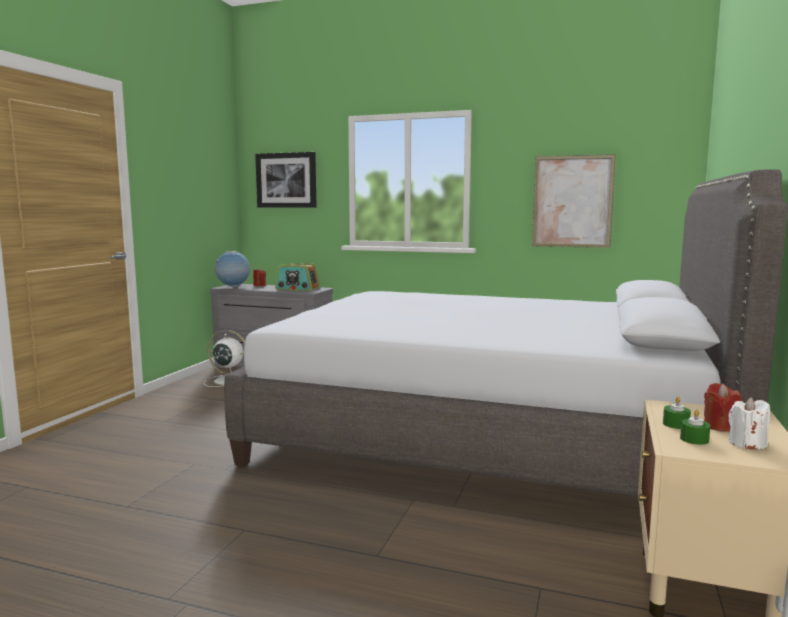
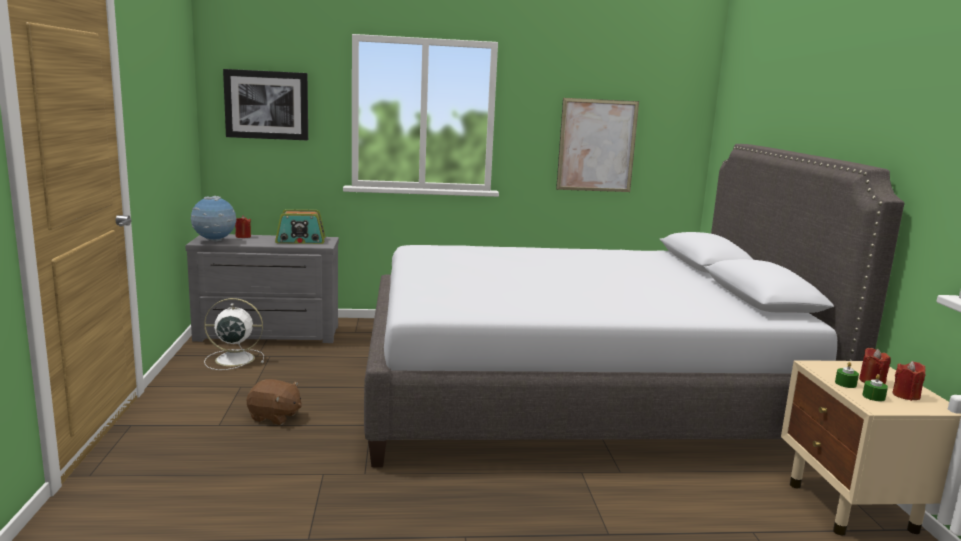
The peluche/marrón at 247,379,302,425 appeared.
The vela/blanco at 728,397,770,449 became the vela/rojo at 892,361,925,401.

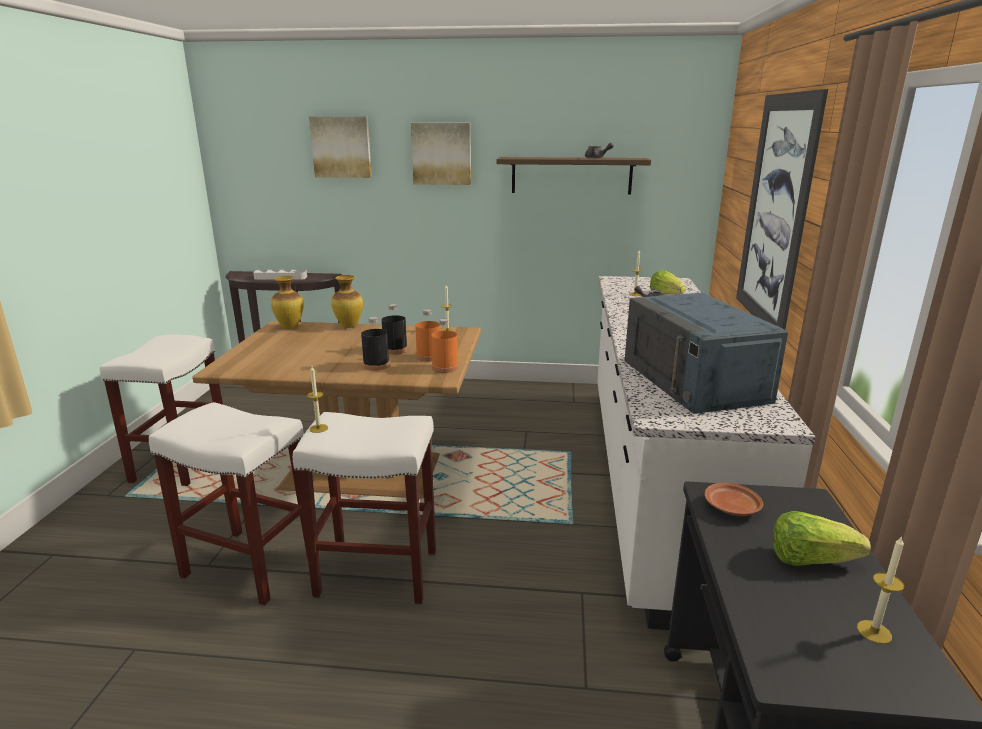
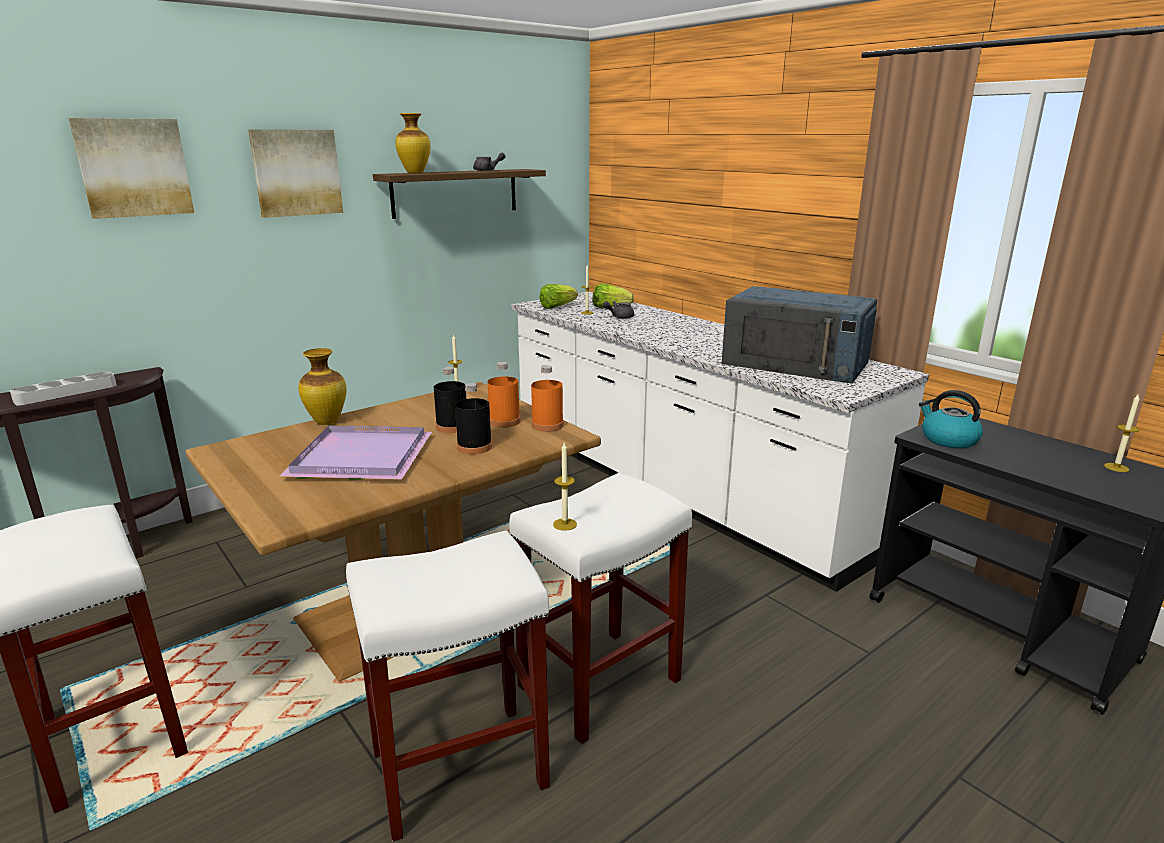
The cuadro at 736,89,828,329 disappeared.
The bandeja/morado at 279,425,432,480 appeared.
The florero moved from 271,276,304,329 to 395,113,431,174.
The lechuga moved from 773,511,871,566 to 540,284,578,309.
The plato/marrón at 704,482,763,516 was replaced by the hervidor at 919,390,983,448.

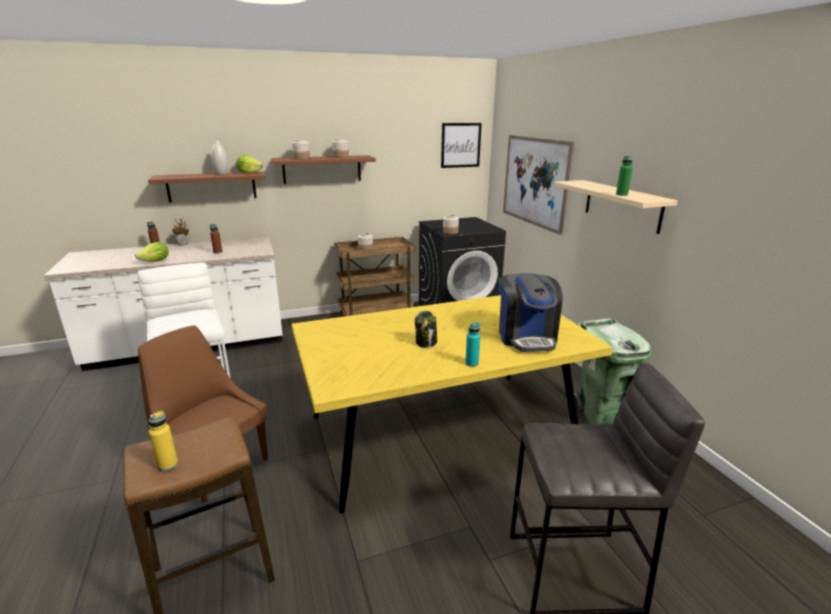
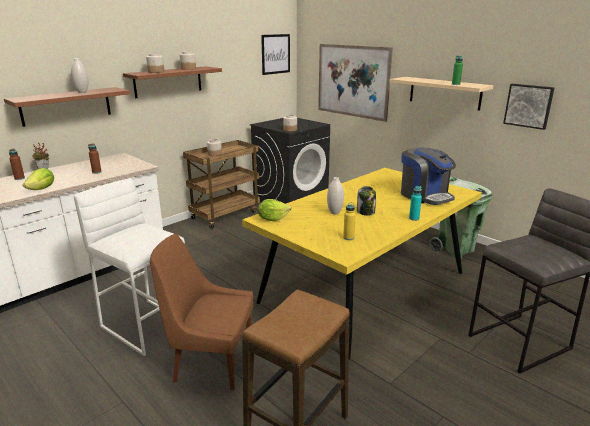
The florero/blanco at 327,177,344,215 appeared.
The cuadro at 503,84,555,130 appeared.
The botella/amarillo moved from 149,411,178,471 to 343,202,356,240.
The lechuga moved from 236,155,263,174 to 258,199,291,221.

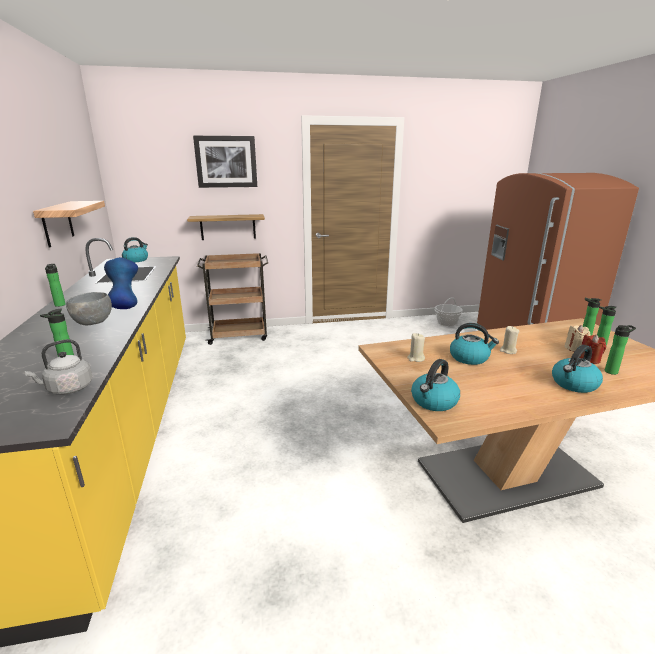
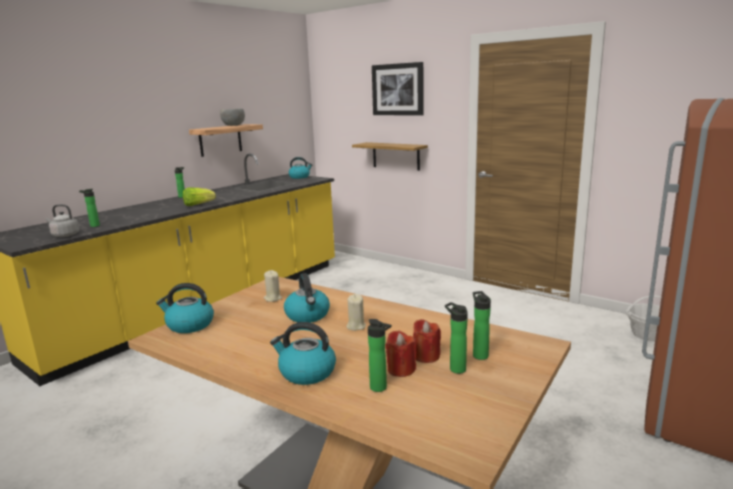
The carrito/marrón at 197,253,268,345 disappeared.
The cuenco/gris moved from 66,292,112,325 to 220,108,245,126.
The florero/azul at 104,257,138,309 was replaced by the lechuga at 183,187,216,206.
The vela/beis at 564,325,591,352 became the vela/rojo at 413,319,441,363.

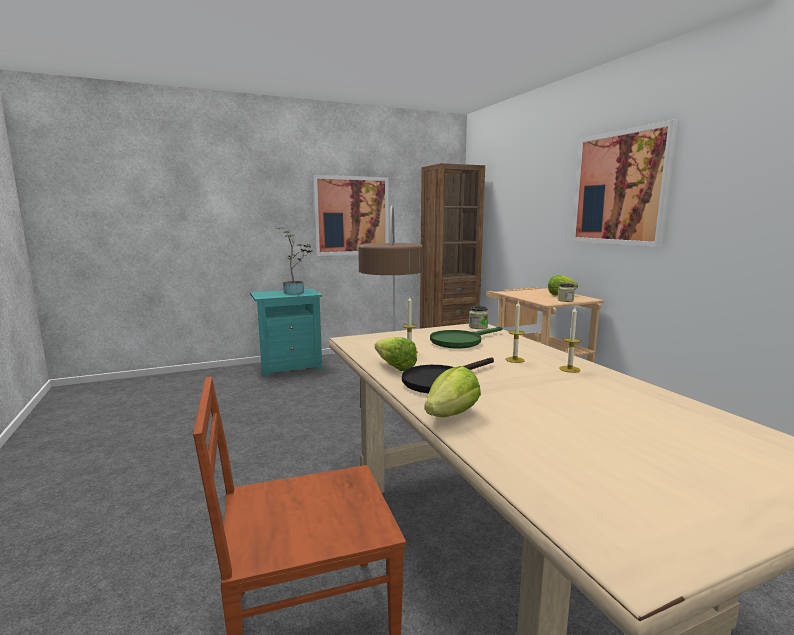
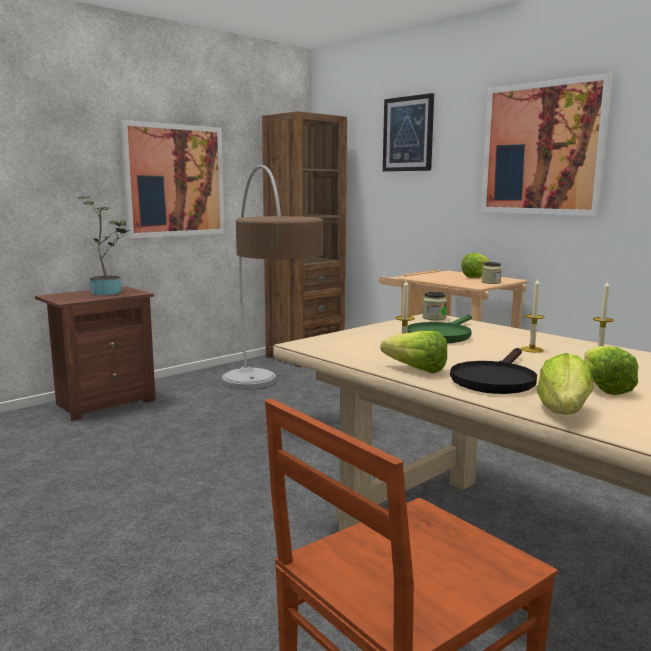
The cuadro at 383,93,434,171 appeared.
The lechuga at 584,346,639,395 appeared.
The mesita de noche/turquesa at 250,289,322,377 became the mesita de noche/marrón at 35,286,156,421.

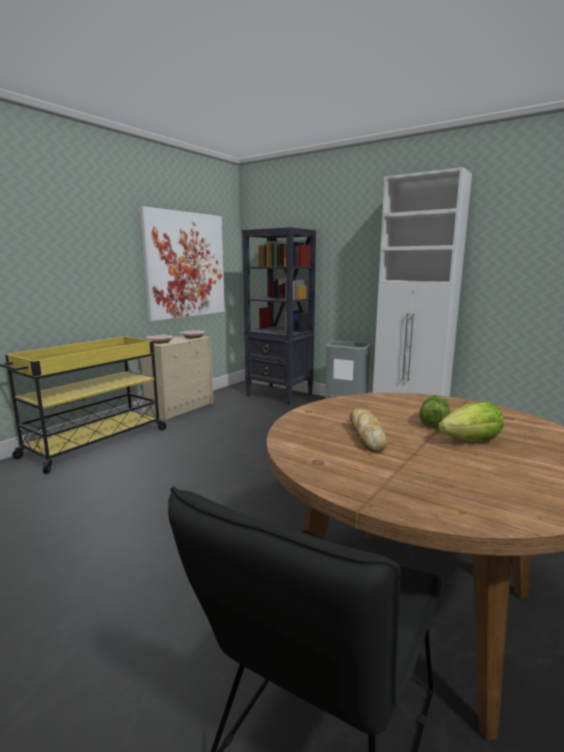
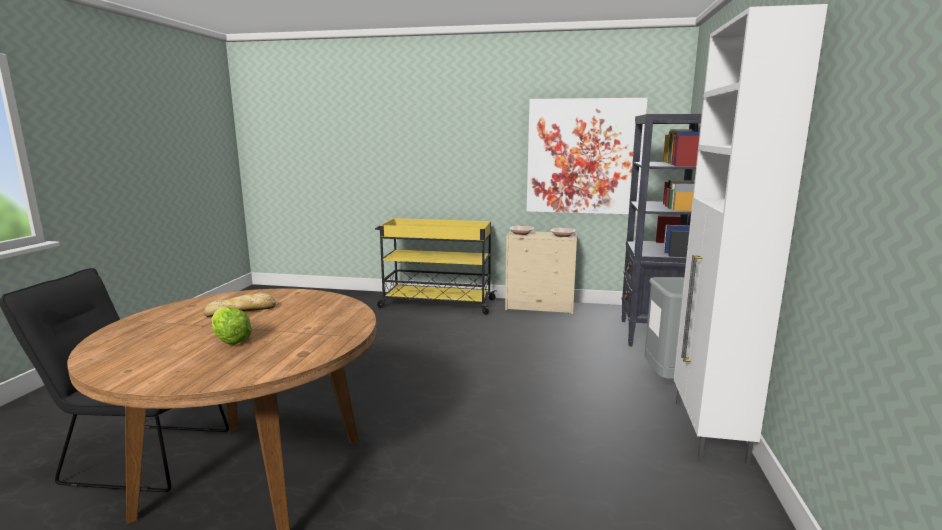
The lechuga at 419,395,450,428 disappeared.

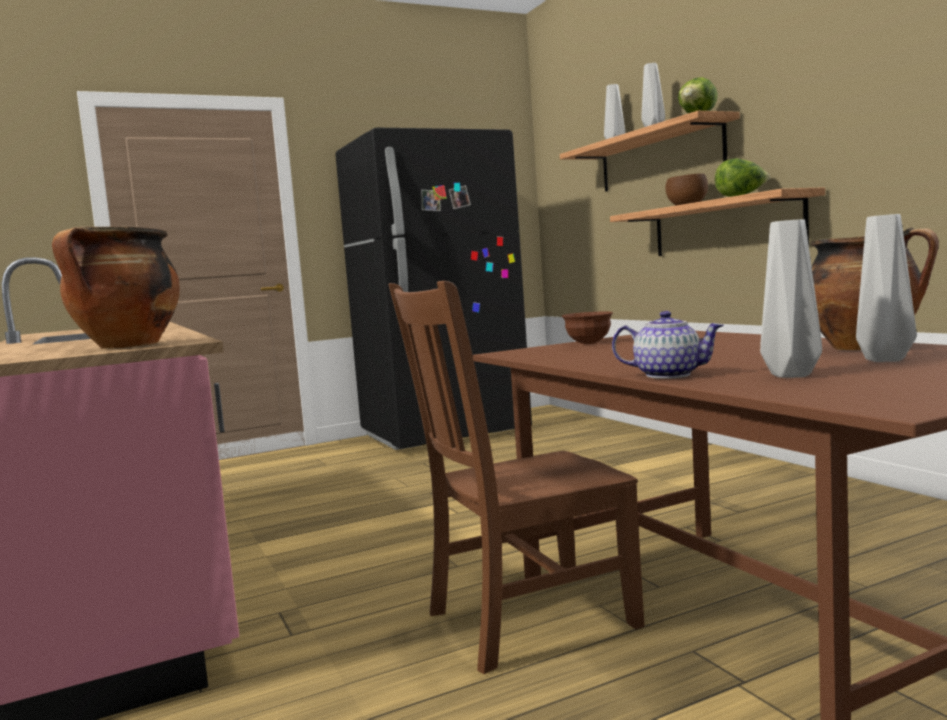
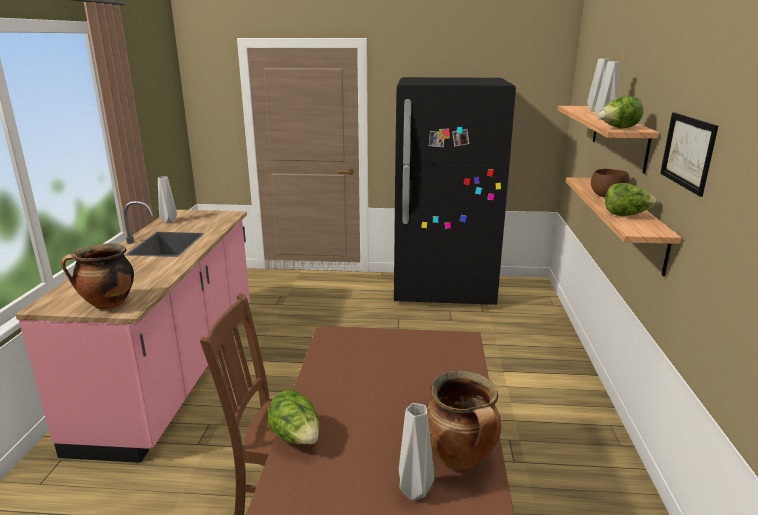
The cuenco/marrón at 562,312,613,344 disappeared.
The cuadro at 660,112,718,197 appeared.
The florero/gris moved from 760,219,822,378 to 158,176,177,223.
The tetera at 612,311,724,379 was replaced by the lechuga at 268,390,319,445.

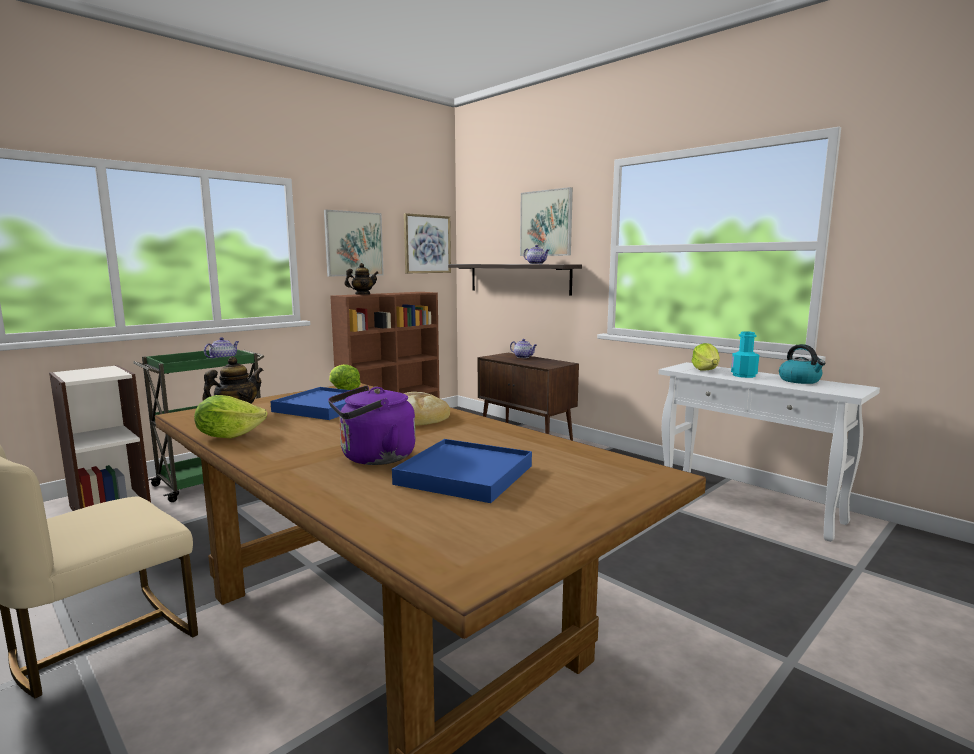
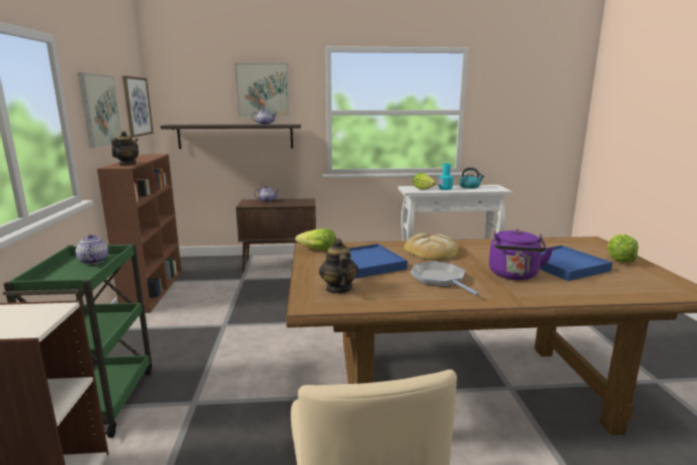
The sartén at 411,261,479,295 appeared.
The lechuga moved from 194,395,267,438 to 607,234,638,263.

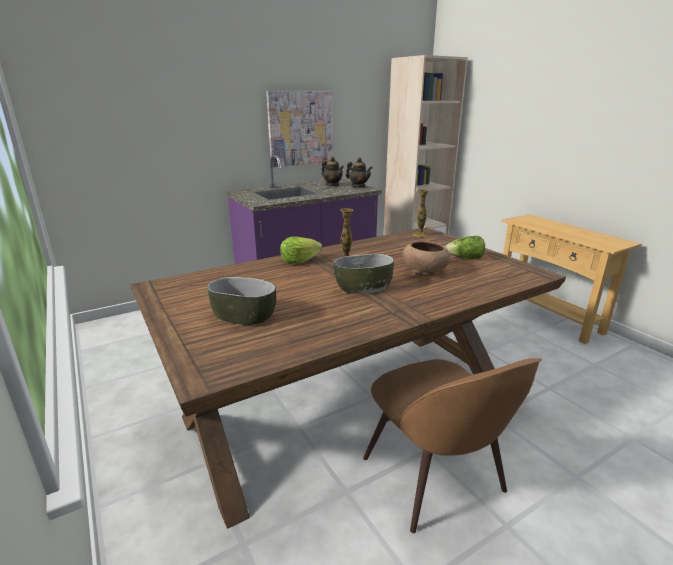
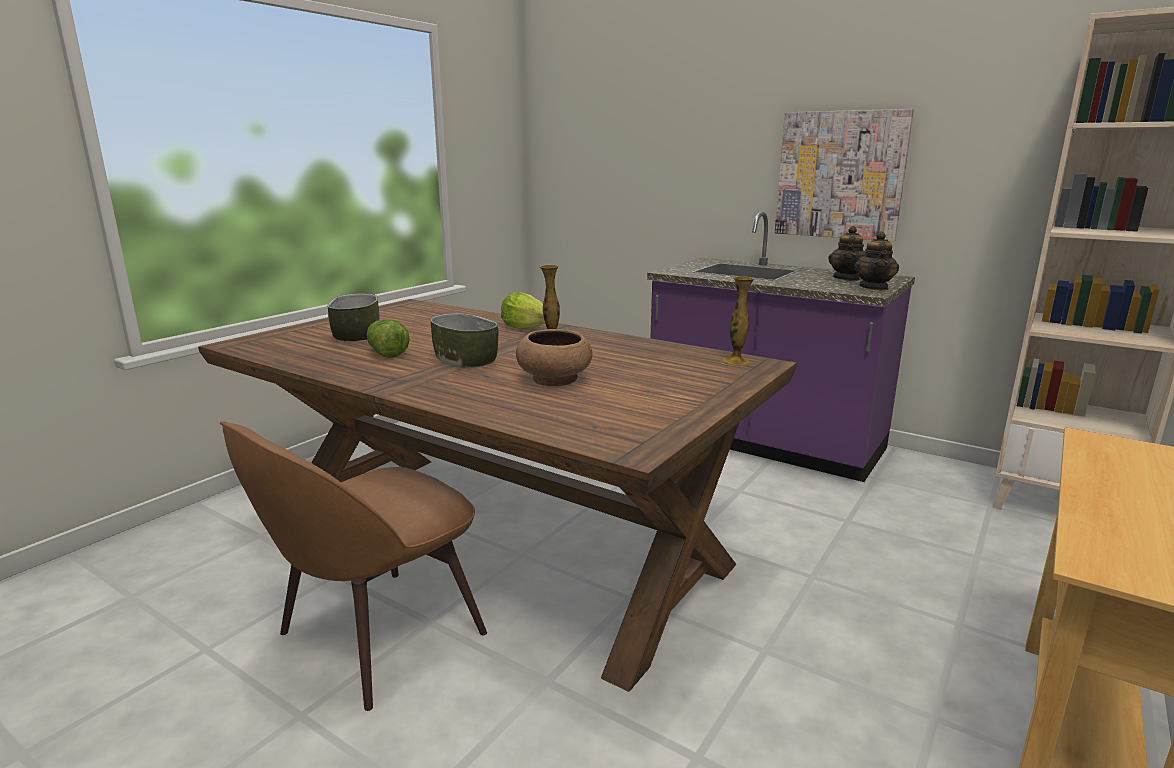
The lechuga moved from 445,236,485,259 to 367,319,410,358.

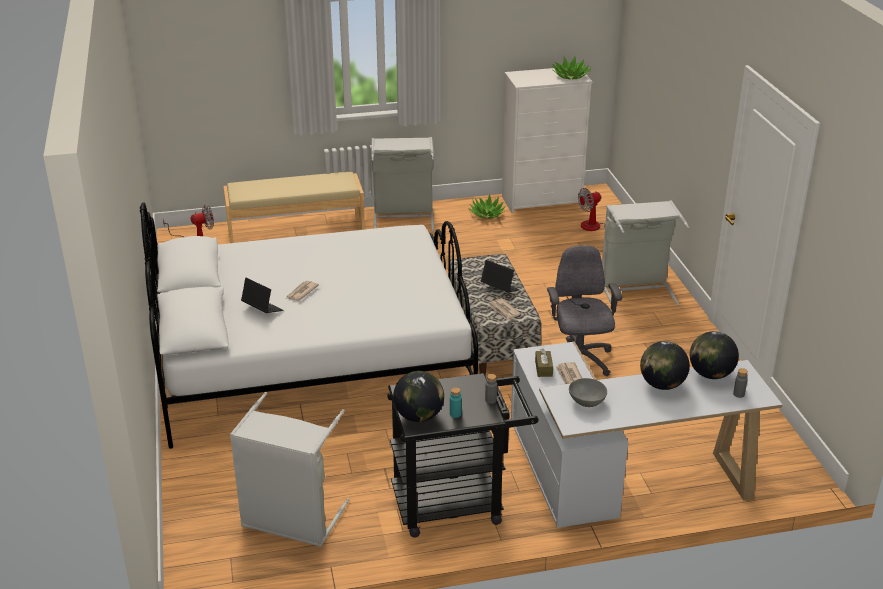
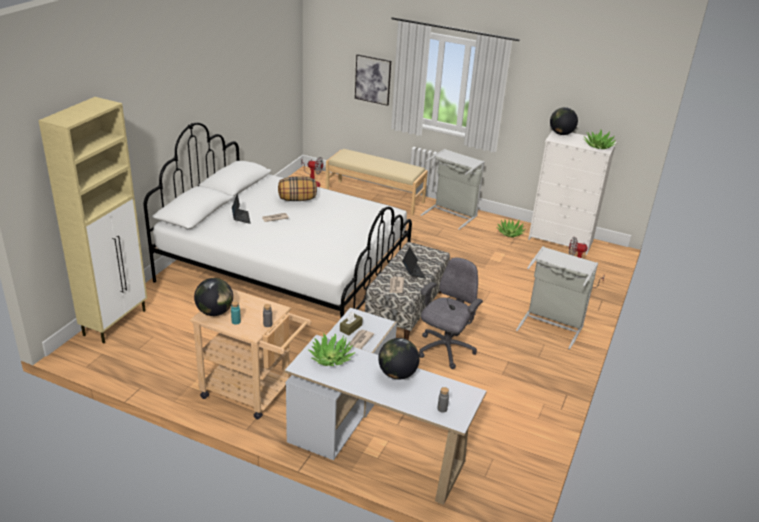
The cesto de la ropa/gris at 230,392,350,547 disappeared.
The armario/beis at 38,97,147,343 appeared.
The cojín at 278,177,317,201 appeared.
The cuadro at 355,54,391,106 appeared.
The globo terráqueo moved from 690,331,739,379 to 550,107,578,135.
The cuenco/gris at 569,378,607,407 was replaced by the planta en maceta at 309,333,355,366.
The carrito/negro at 387,373,538,538 became the carrito/beis at 190,289,311,420.

